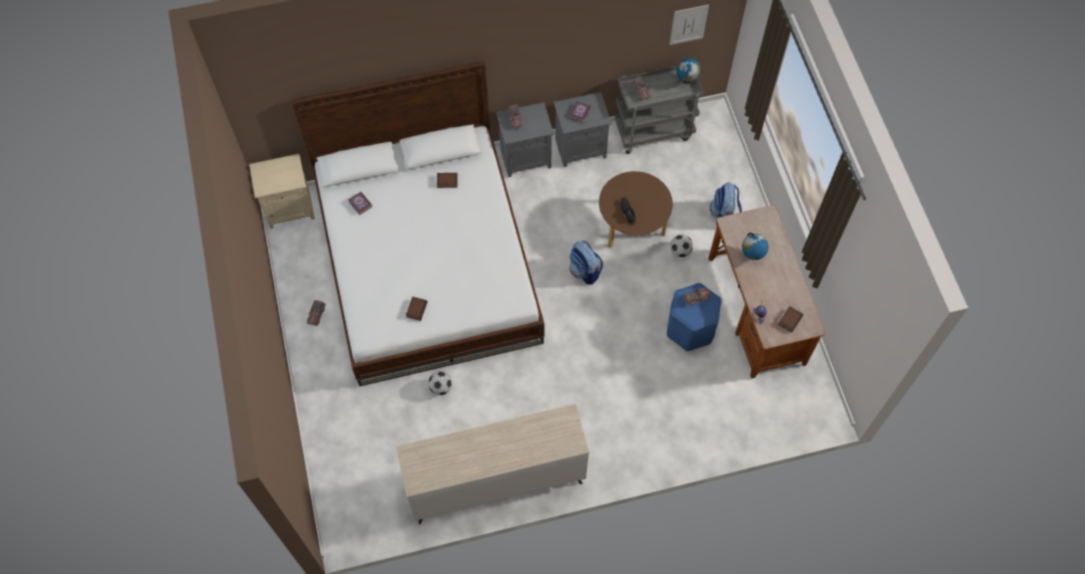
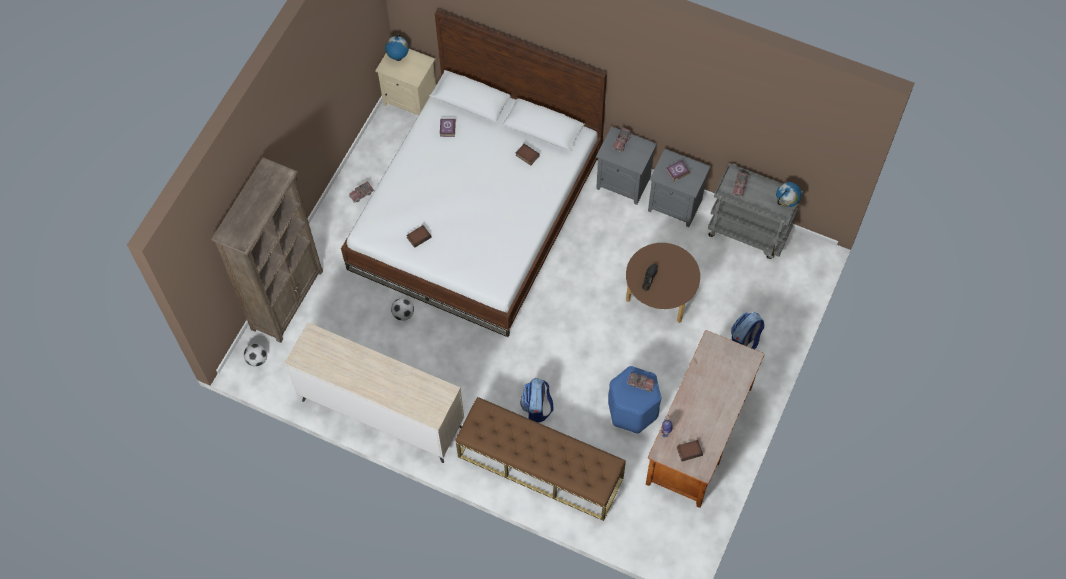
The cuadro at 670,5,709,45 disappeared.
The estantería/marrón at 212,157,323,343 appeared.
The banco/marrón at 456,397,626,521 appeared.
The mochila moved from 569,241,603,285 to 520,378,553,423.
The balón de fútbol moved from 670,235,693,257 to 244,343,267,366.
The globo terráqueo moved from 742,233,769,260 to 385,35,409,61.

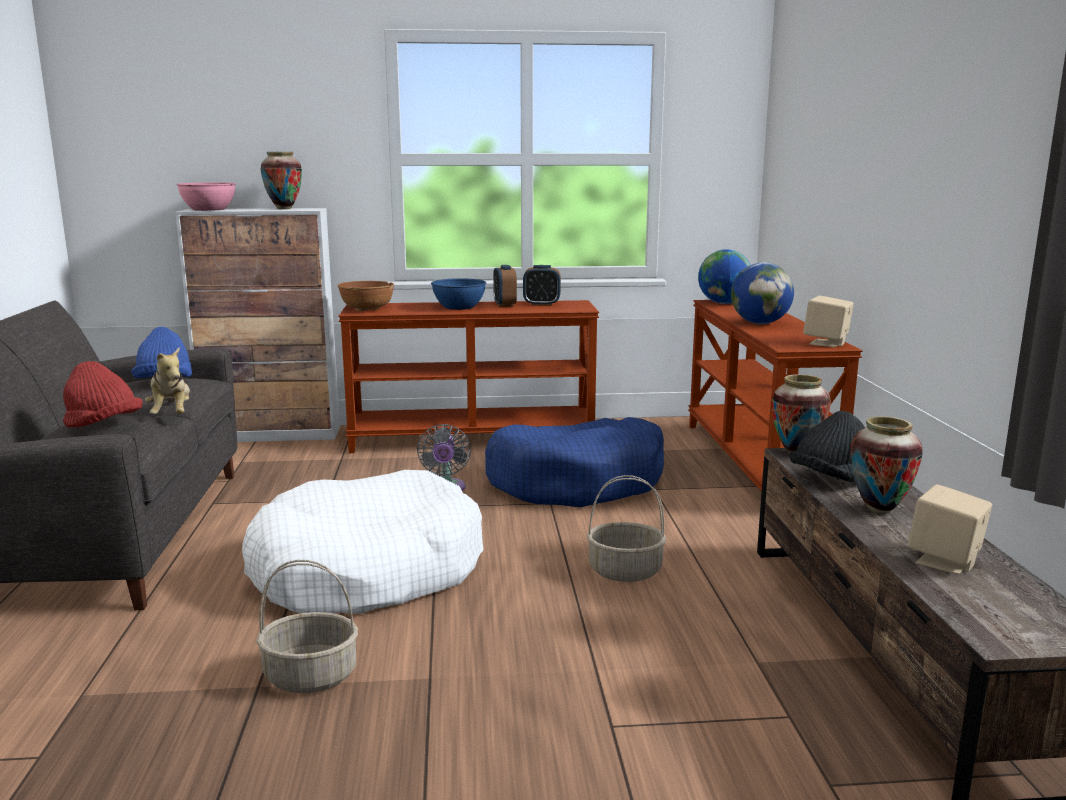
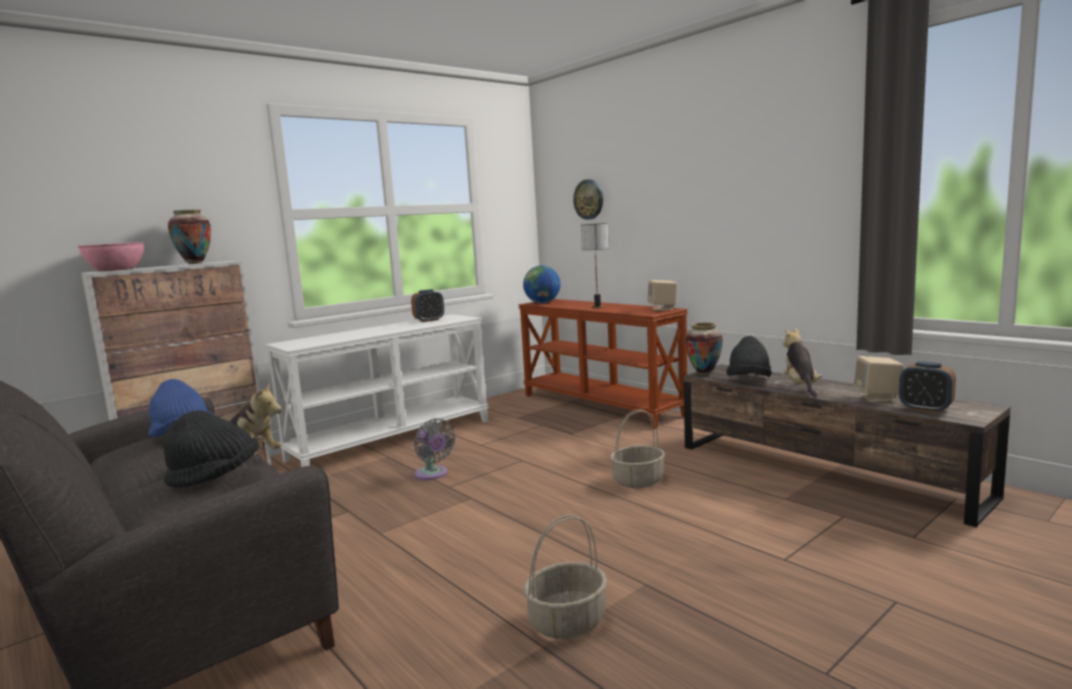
The cama para perro/blanco at 242,470,483,614 disappeared.
The cuenco/marrón at 337,281,394,311 disappeared.
The cuenco/azul at 431,278,486,310 disappeared.
The cama para perro/azul at 485,417,664,507 disappeared.
The reloj de pared at 573,180,603,220 appeared.
The despertador moved from 493,265,517,307 to 899,361,956,413.
The globo terráqueo at 731,262,794,324 was replaced by the lámpara de mesa at 581,223,609,308.
The florero at 851,416,923,514 was replaced by the peluche at 783,328,822,397.
The sombrero/rojo at 63,361,143,427 became the sombrero/negro at 163,410,259,487.
The mesa consola/marrón at 338,300,599,453 became the mesa consola/blanco at 265,314,489,467.

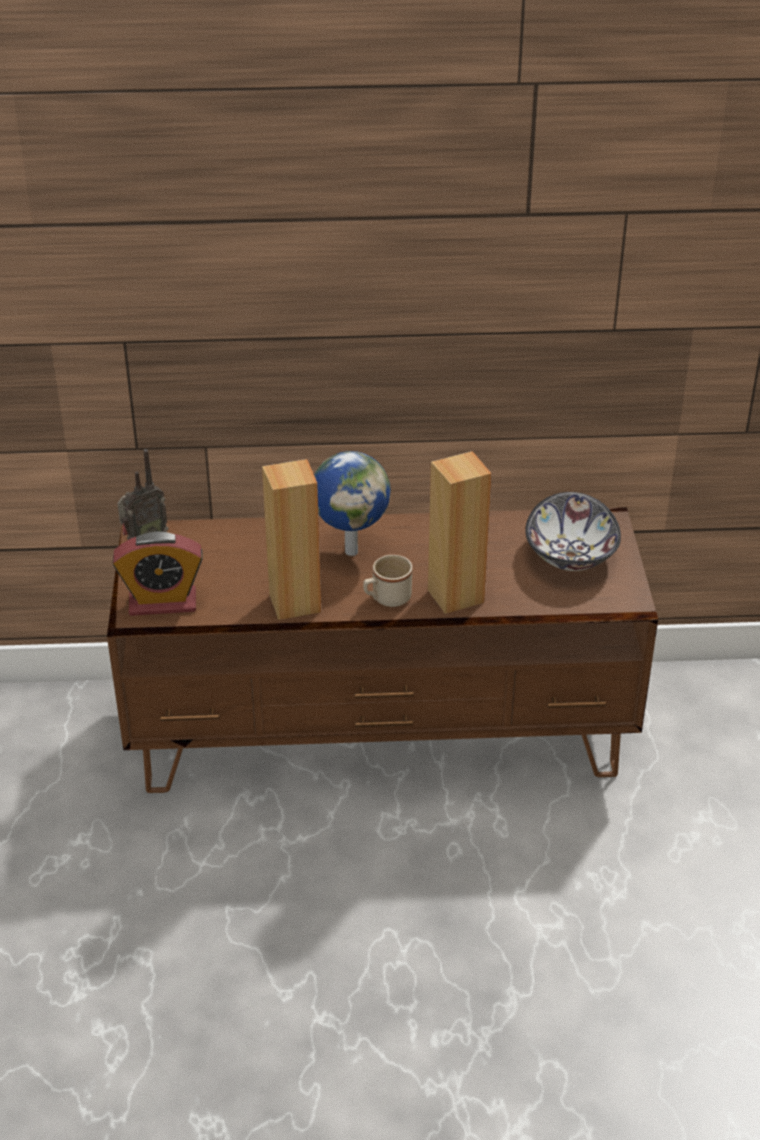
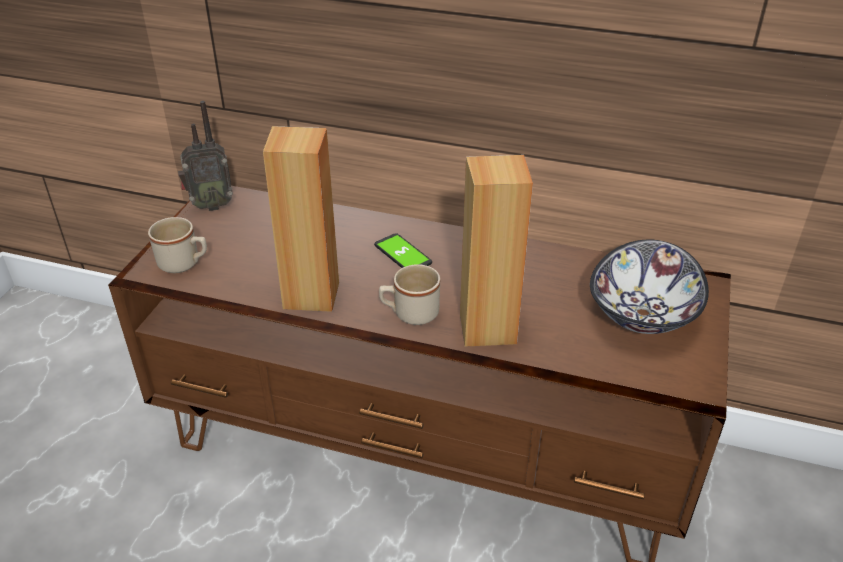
The despertador at 113,531,203,616 was replaced by the taza grande/beis at 148,217,207,273.
The globo terráqueo at 314,451,391,556 was replaced by the móvil at 374,233,432,268.

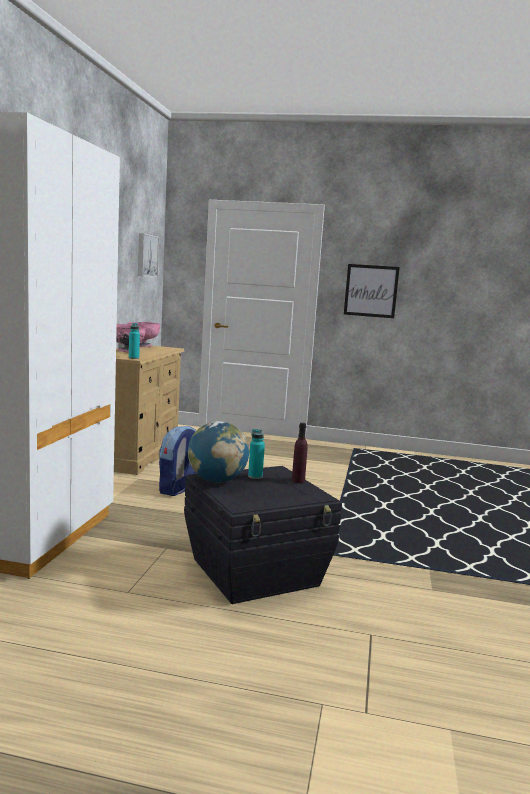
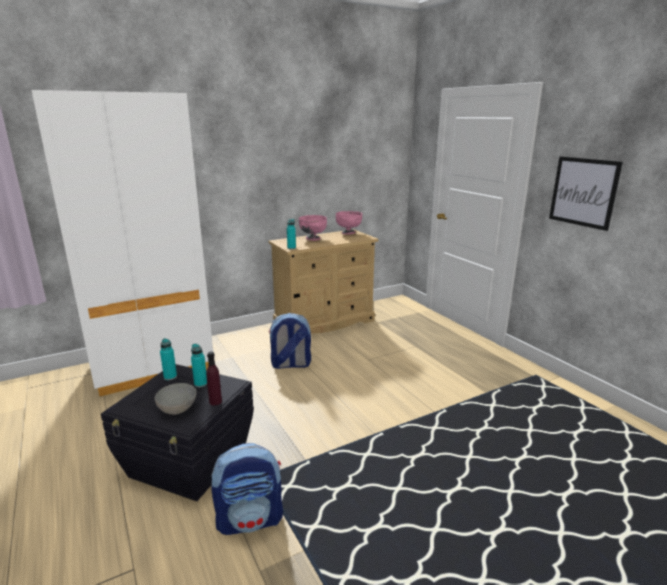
The cuadro at 138,233,159,277 disappeared.
The cuenco/gris at 155,383,197,415 appeared.
The mochila at 211,443,283,535 appeared.
The globo terráqueo at 188,421,249,483 was replaced by the botella/turquesa at 160,338,177,380.

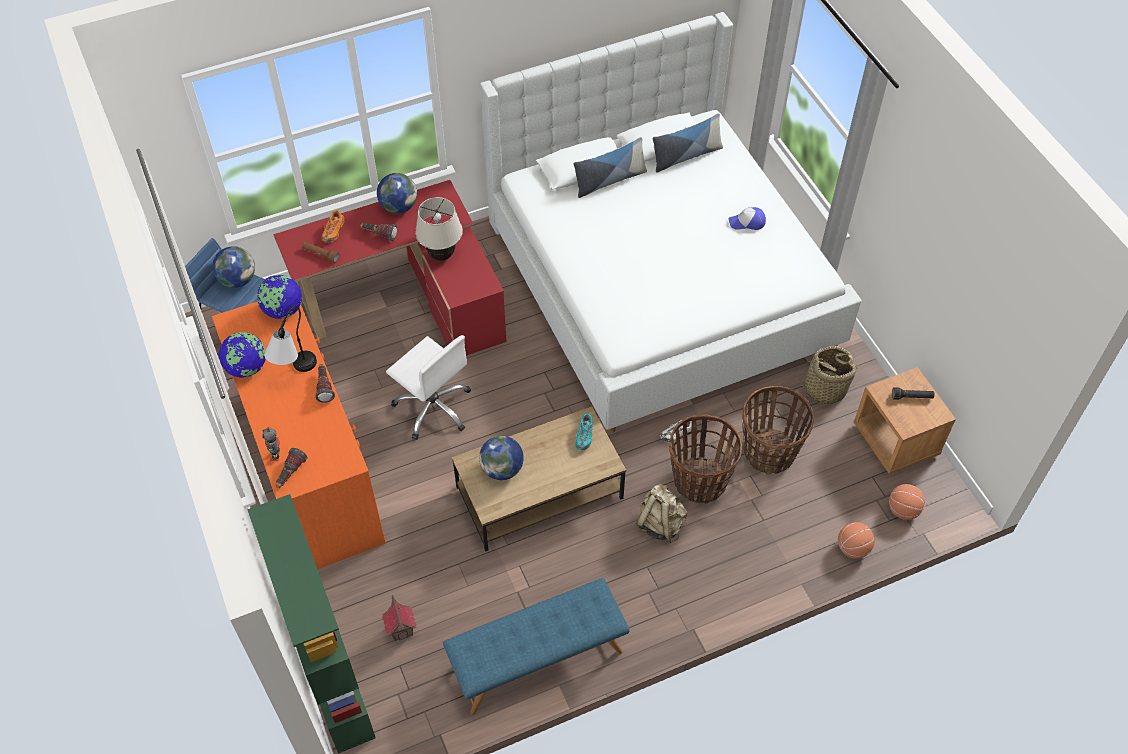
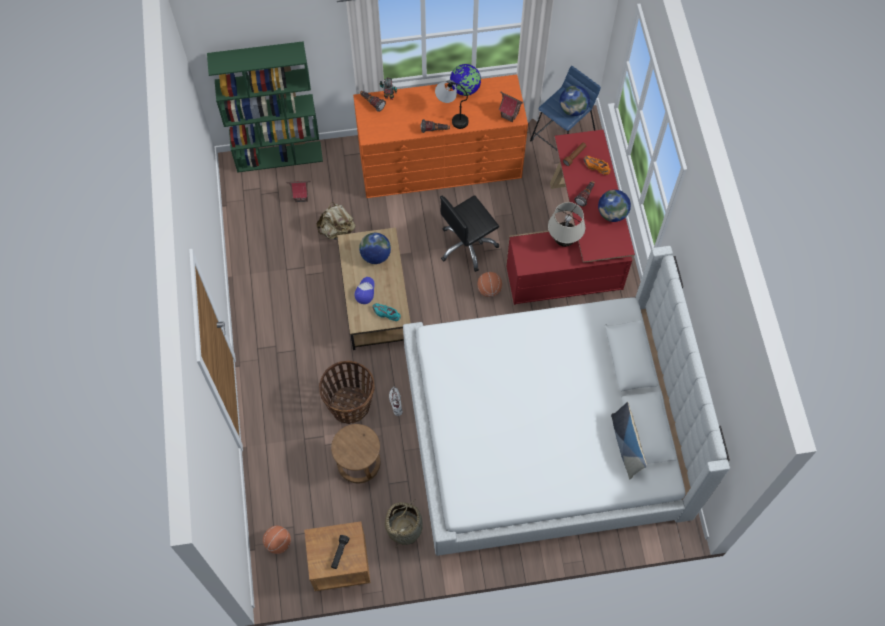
The banco/azul at 443,578,630,715 disappeared.
The cojín at 573,137,647,198 disappeared.
The mochila/beis moved from 636,483,687,543 to 316,202,355,240.
The gorra moved from 729,207,766,230 to 354,277,375,304.
The balón de baloncesto moved from 838,522,875,559 to 477,272,502,297.
The globo terráqueo at 257,275,302,319 was replaced by the casita at 498,91,523,122.
The cesta at 742,386,814,475 was replaced by the taburete/marrón at 331,424,380,483.
The silla de oficina/blanco at 386,335,471,440 became the silla de oficina/negro at 440,195,499,272.

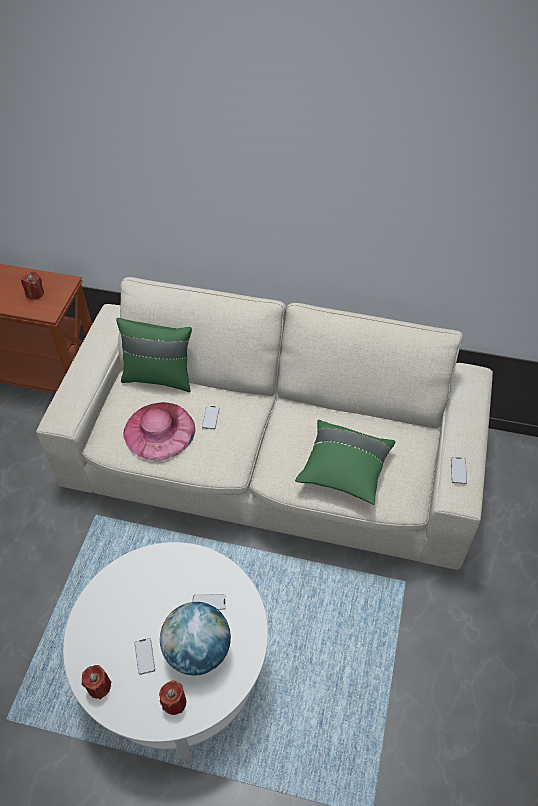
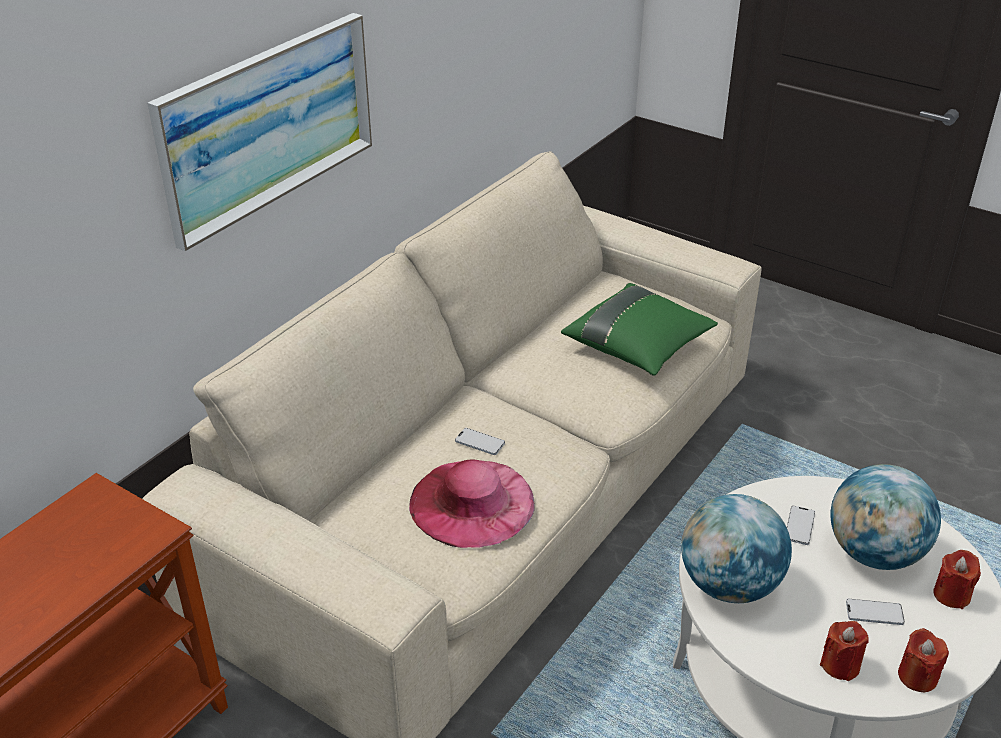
The cojín/verde at 116,318,192,392 disappeared.
The móvil at 451,457,467,484 disappeared.
The cuadro at 147,13,372,251 appeared.
The globo terráqueo at 681,494,792,603 appeared.
The vela/rojo moved from 21,271,44,299 to 820,621,869,681.

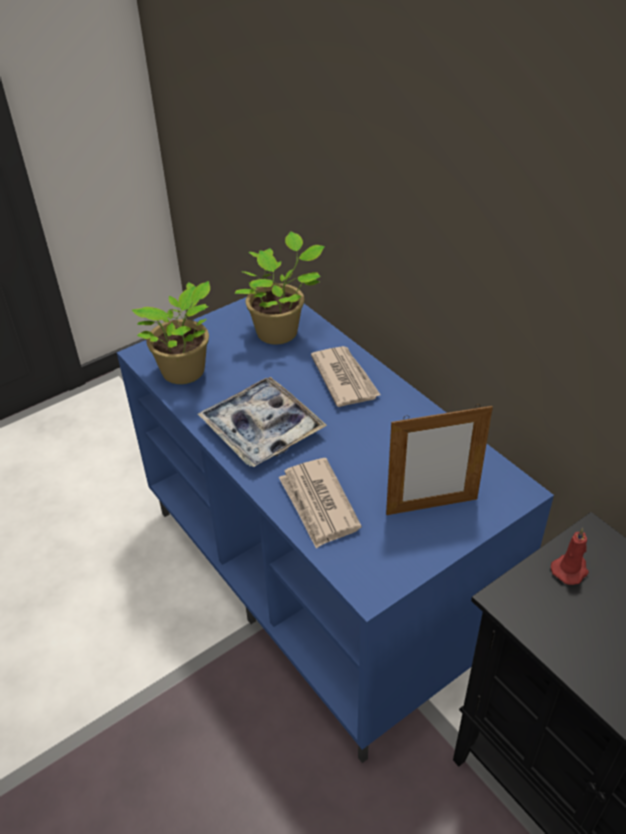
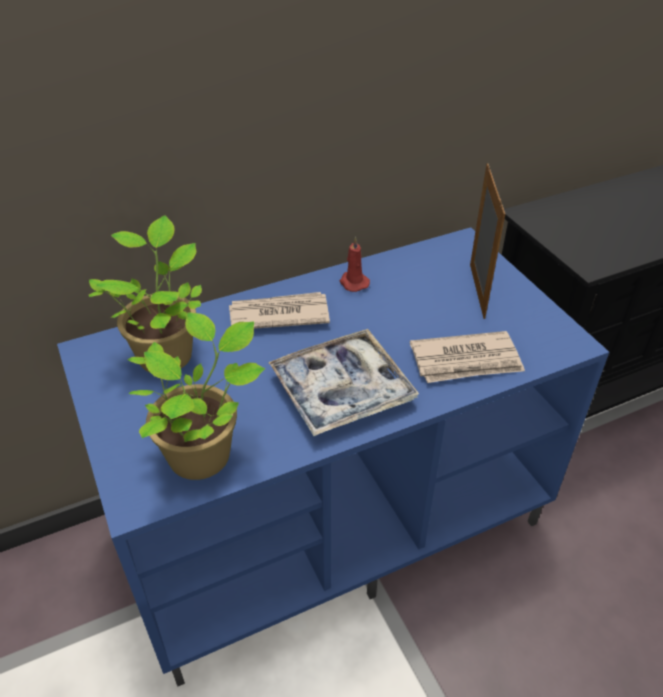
The vela/rojo moved from 551,528,589,585 to 340,237,370,292.

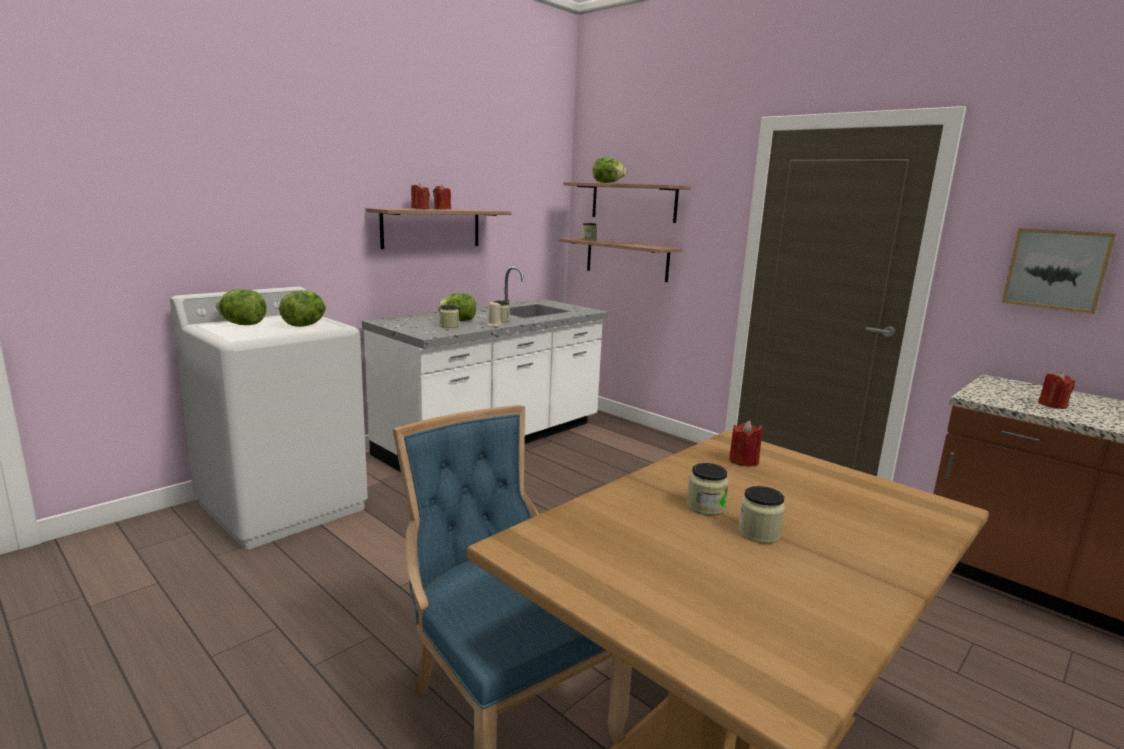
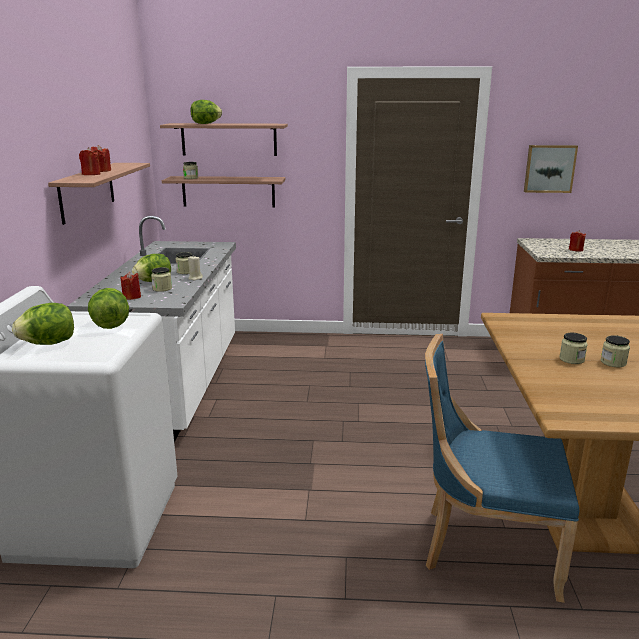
The vela/rojo moved from 729,421,763,467 to 121,272,141,300.

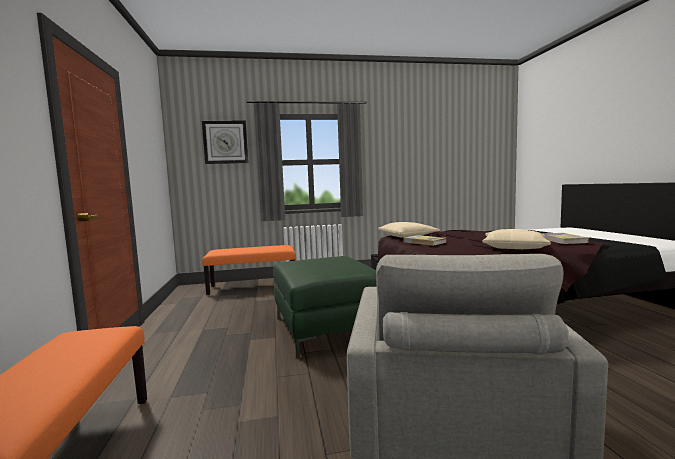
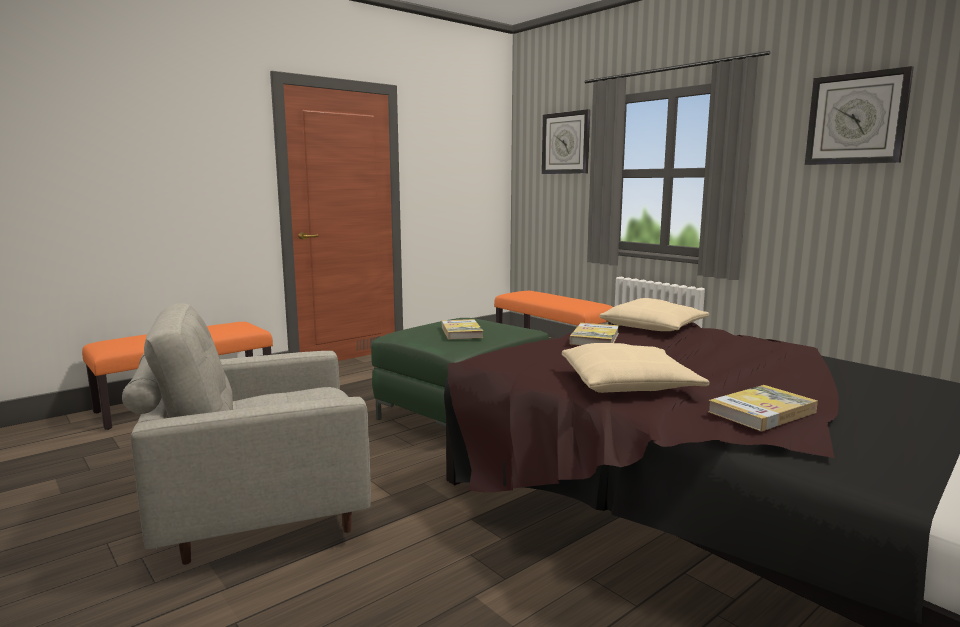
The libro at 442,319,483,339 appeared.
The reloj de pared at 805,66,914,165 appeared.

